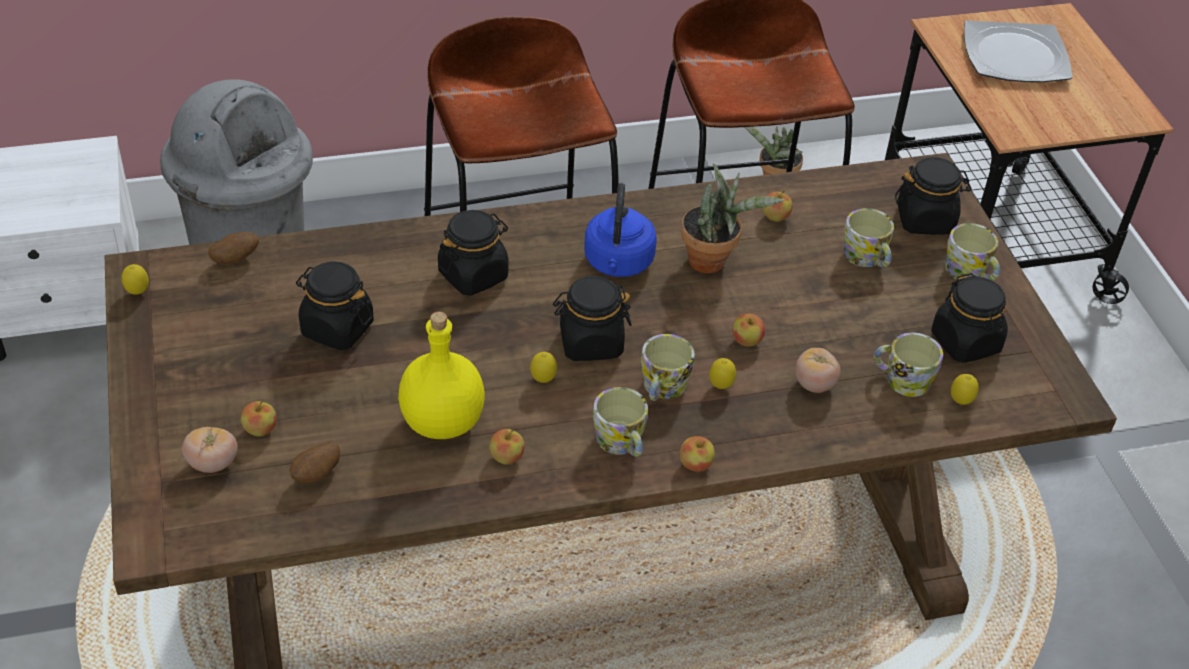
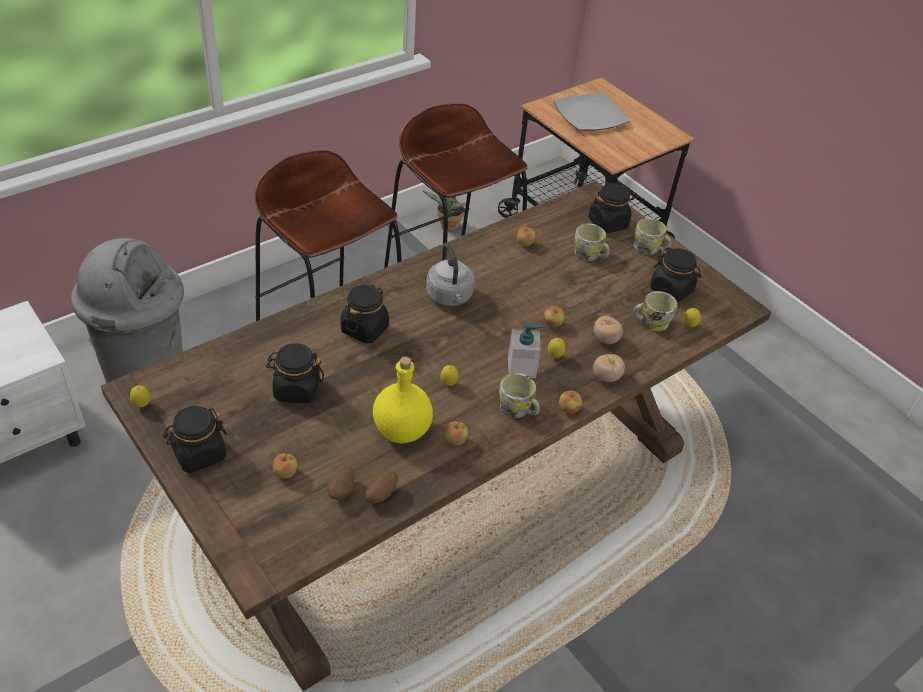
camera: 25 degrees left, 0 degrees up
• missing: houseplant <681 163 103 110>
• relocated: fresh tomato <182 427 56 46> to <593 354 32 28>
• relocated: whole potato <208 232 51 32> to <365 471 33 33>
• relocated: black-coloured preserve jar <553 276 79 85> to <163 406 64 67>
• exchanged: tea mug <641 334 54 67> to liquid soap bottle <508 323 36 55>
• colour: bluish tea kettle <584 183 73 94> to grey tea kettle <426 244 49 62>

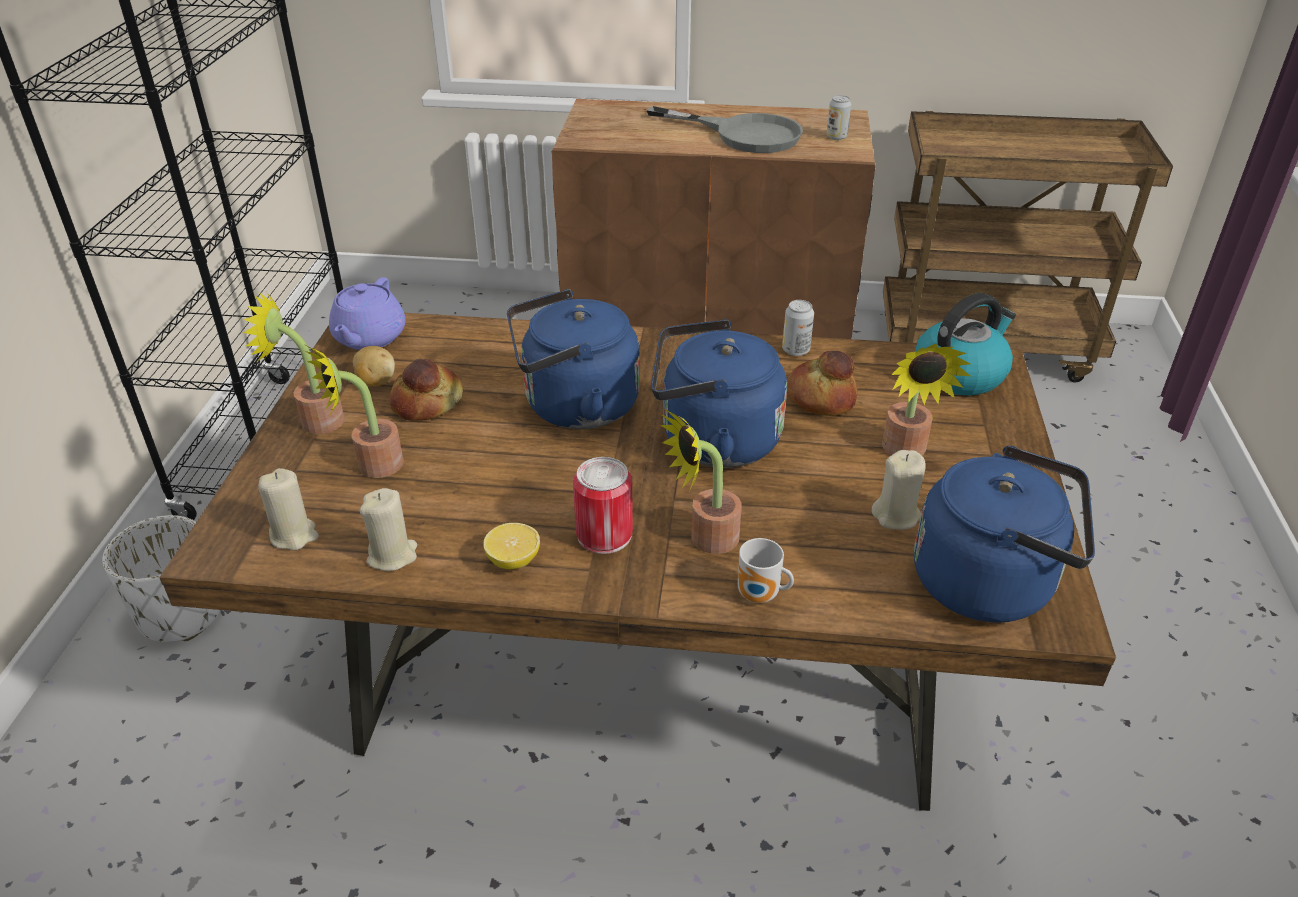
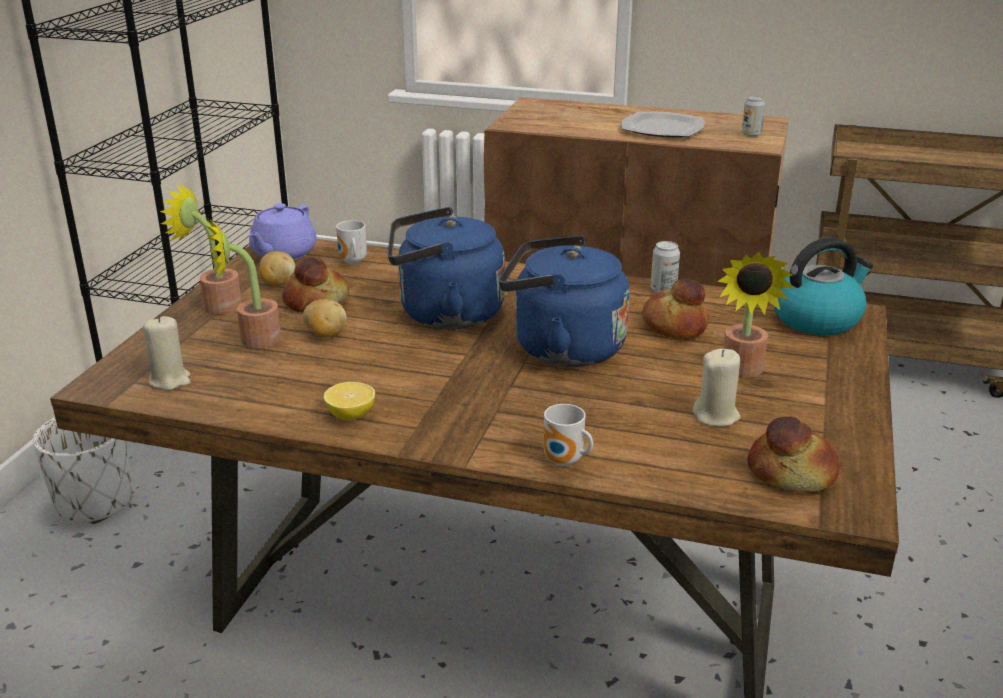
camera: 10 degrees right, 10 degrees down
• missing: sand-coloured wax candle <360 488 57 83>
• missing: sealed can <573 457 60 97>
• missing: houseplant <660 410 82 144>
• appeared: whole potato <303 299 43 38>
• appeared: tea mug <336 220 31 44>
• exchanged: grey pan <646 106 157 47> to flat dish <622 111 83 27>
• exchanged: bluish tea kettle <914 446 181 177> to bread <747 417 93 75>

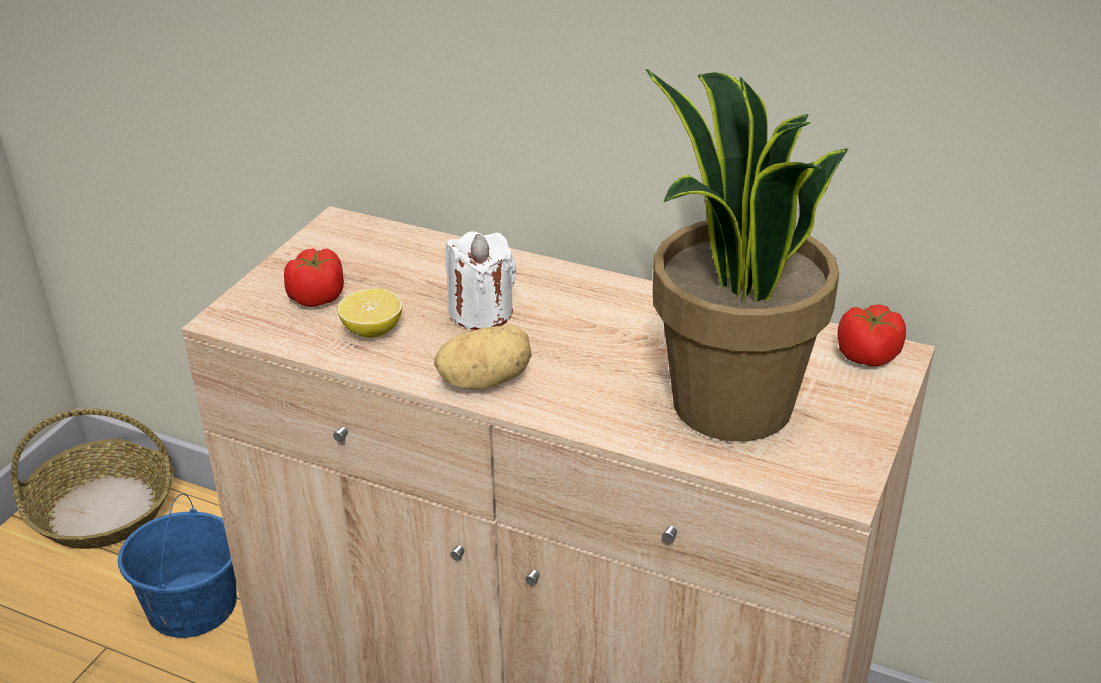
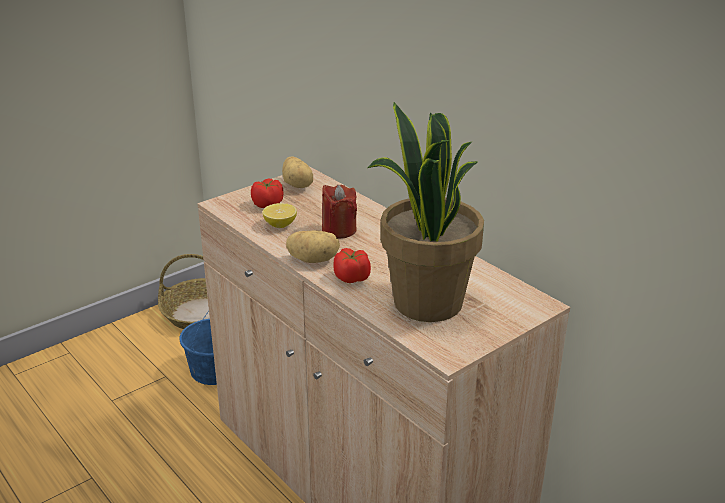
camera: 25 degrees right, 5 degrees down
• appeared: whole potato <282 156 31 32>
• relocated: fresh tomato <837 304 69 62> to <334 248 37 35>
• colour: white-coloured wax candle <445 231 72 99> to red wax candle <322 185 35 53>

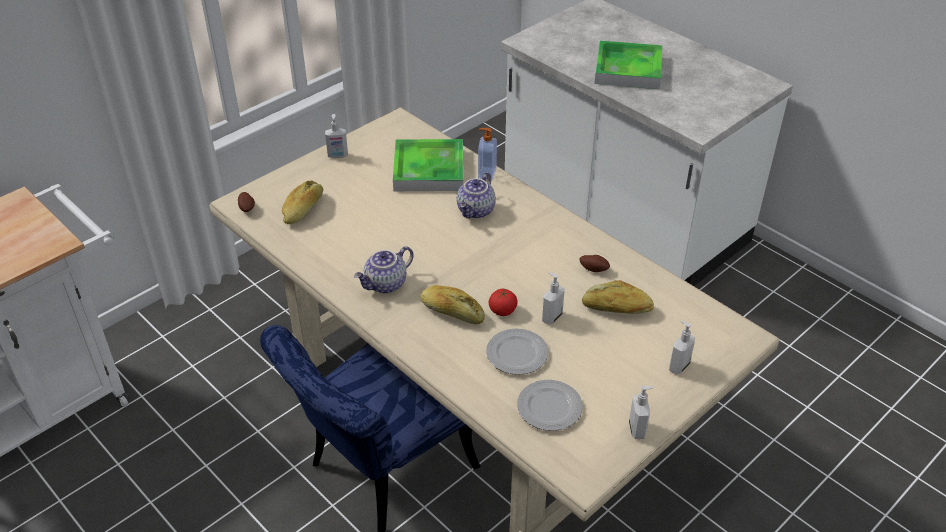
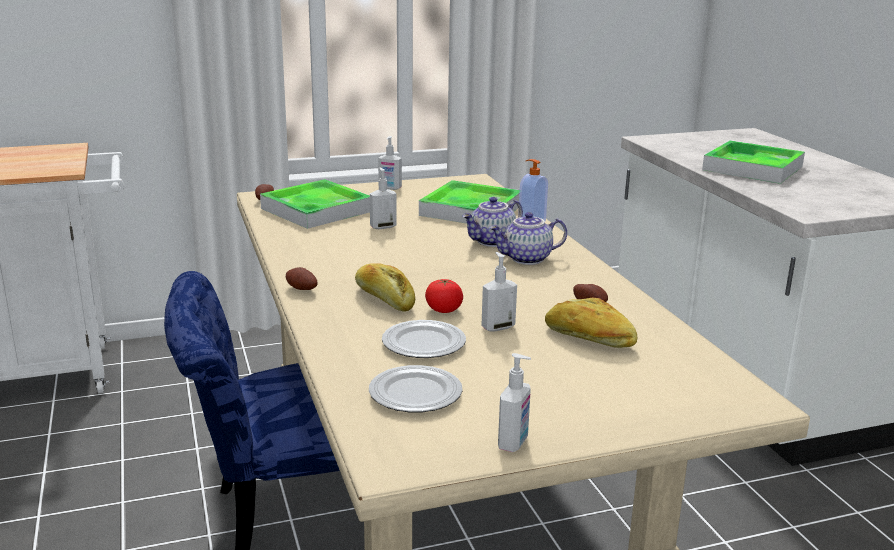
camera: 25 degrees right, 20 degrees down
• appeared: whole potato <286 267 32 23>
• relocated: teapot <354 246 60 47> to <489 212 78 53>
• relocated: liquid soap bottle <669 320 26 55> to <370 168 27 61>
• exchanged: bread <282 181 41 43> to carrying tray <260 179 110 50>

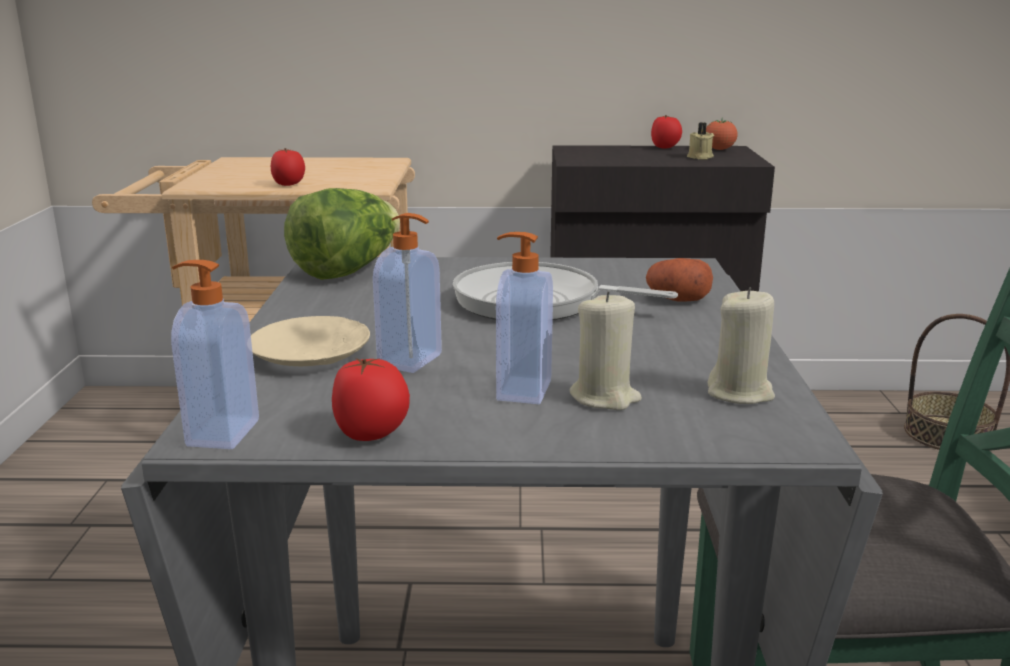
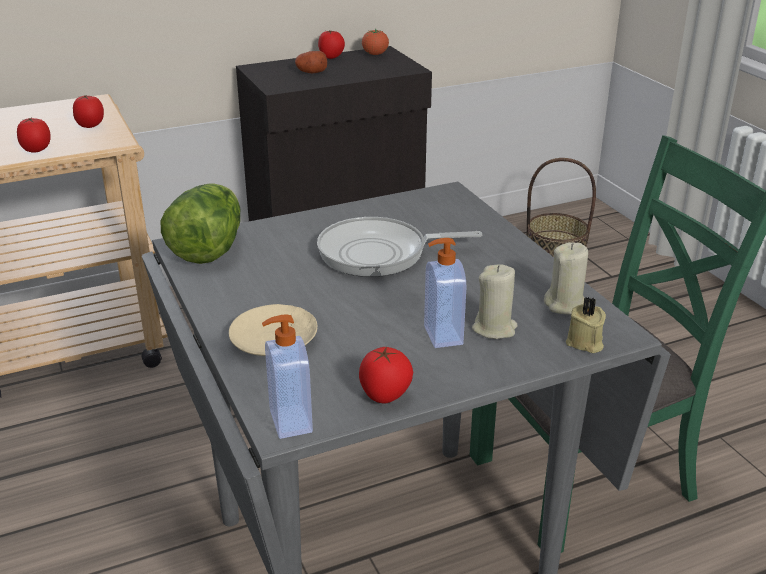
camera: 25 degrees left, 10 degrees up
• missing: liquid soap bottle <373 213 69 160>
• appeared: fresh tomato <73 95 31 33>
• relocated: whole potato <646 258 67 44> to <295 51 32 22>
• relocated: sand-coloured wax candle <687 122 27 38> to <566 297 40 56>

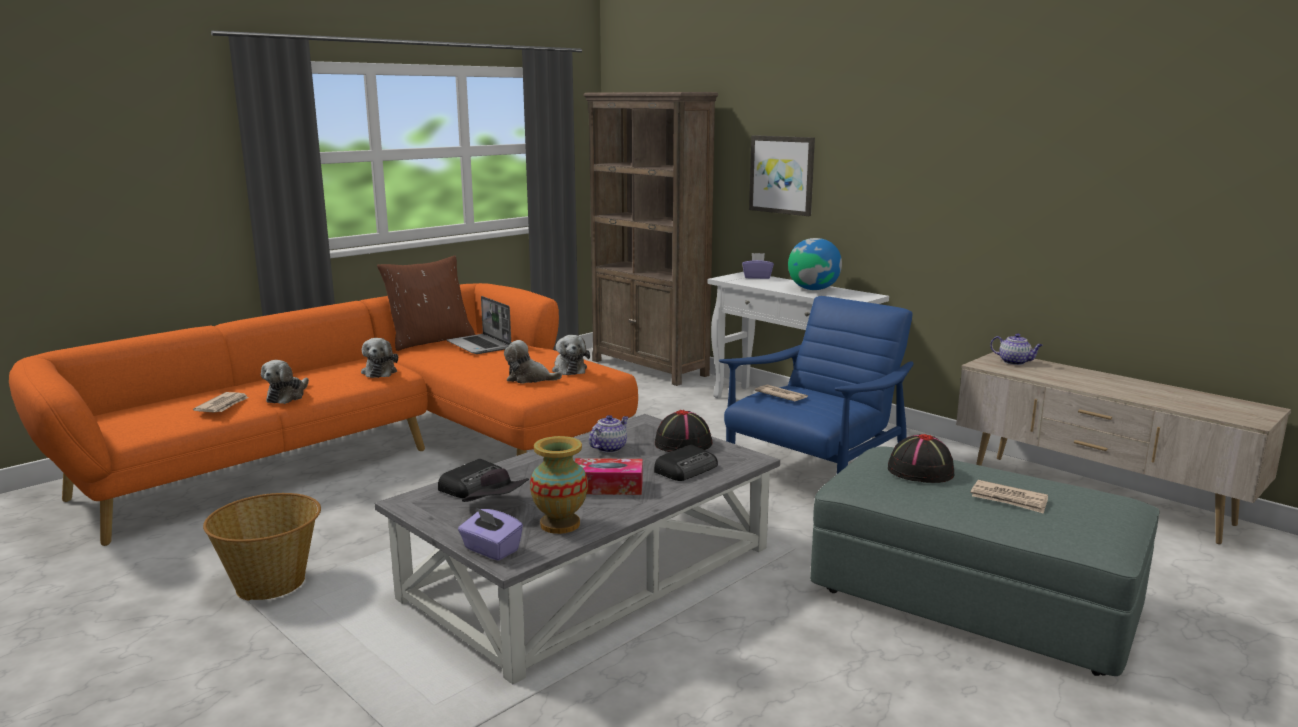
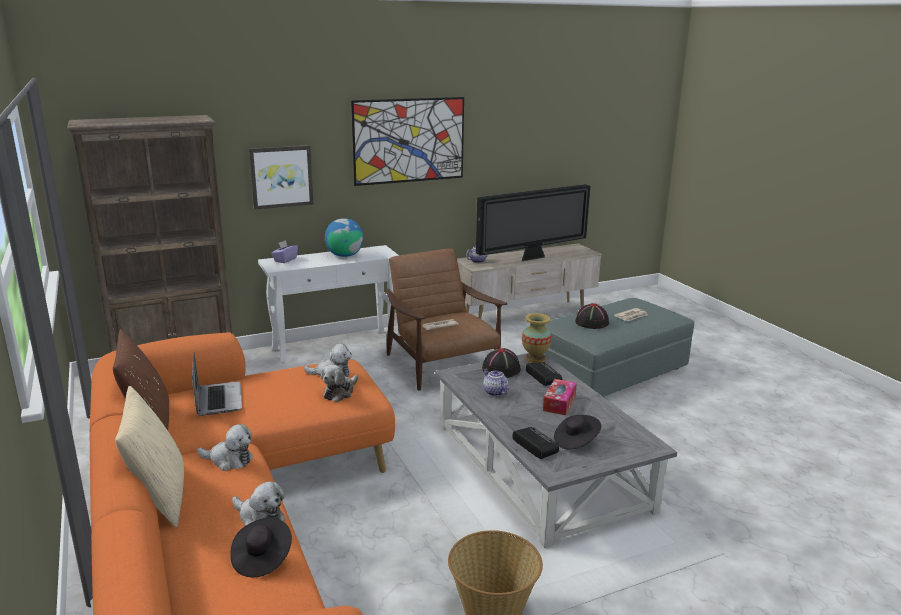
camera: 70 degrees left, 5 degrees up
• missing: purple-coloured tissue box <458 507 65 54>
• appeared: sand-coloured pillow <115 386 69 141>
• appeared: wall art <351 97 113 89>
• appeared: TV set <476 184 114 77>
• relocated: flower vase <530 436 58 98> to <522 313 30 50>
• exchanged: printed paper <193 392 56 21> to black-coloured wearable hat <230 517 62 60>
• colour: bluish lounge chair <719 296 195 178> to brown-coloured lounge chair <386 249 121 142>
• spun: notebook computer <447 296 64 58> = <192 351 50 65> 90 degrees counterclockwise

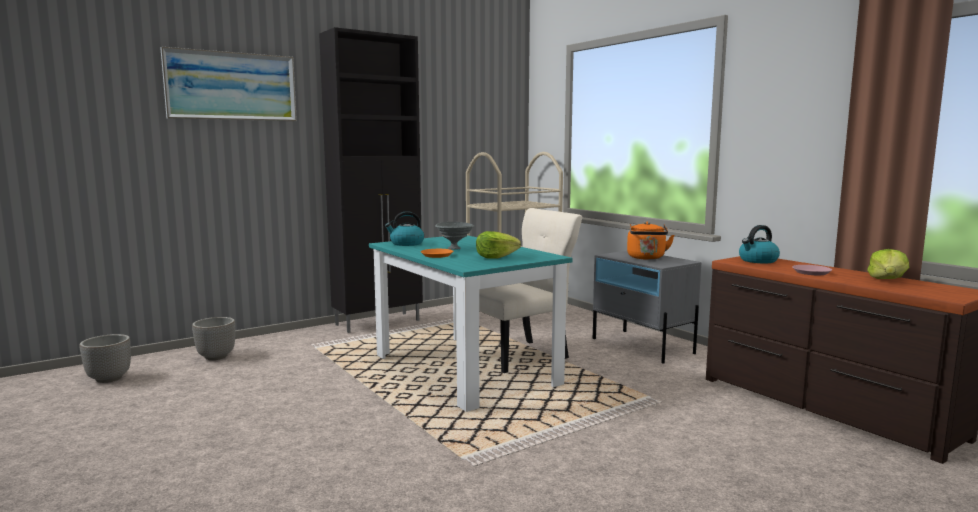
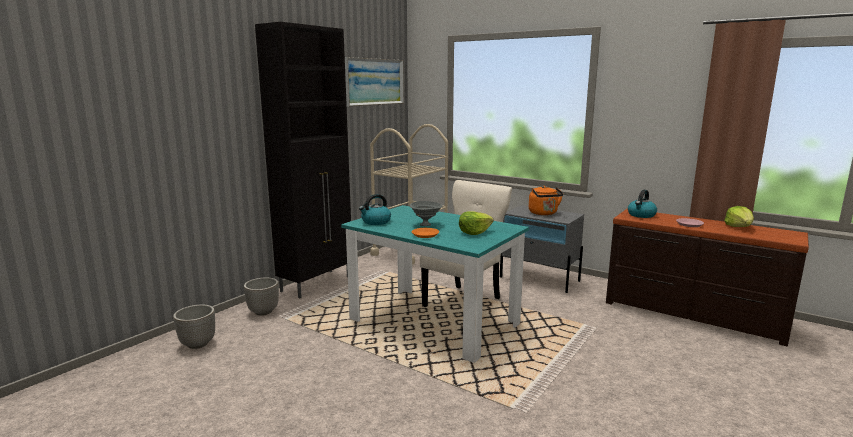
camera: 20 degrees left, 5 degrees up
• relocated: flower pot <80 334 51 49> to <244 278 35 37>
• relocated: wall art <160 46 137 75> to <345 57 59 50>

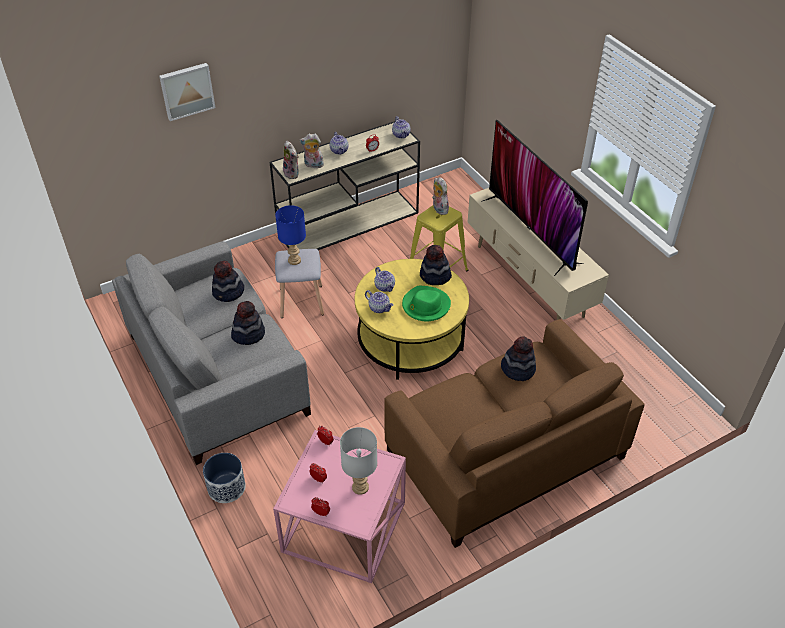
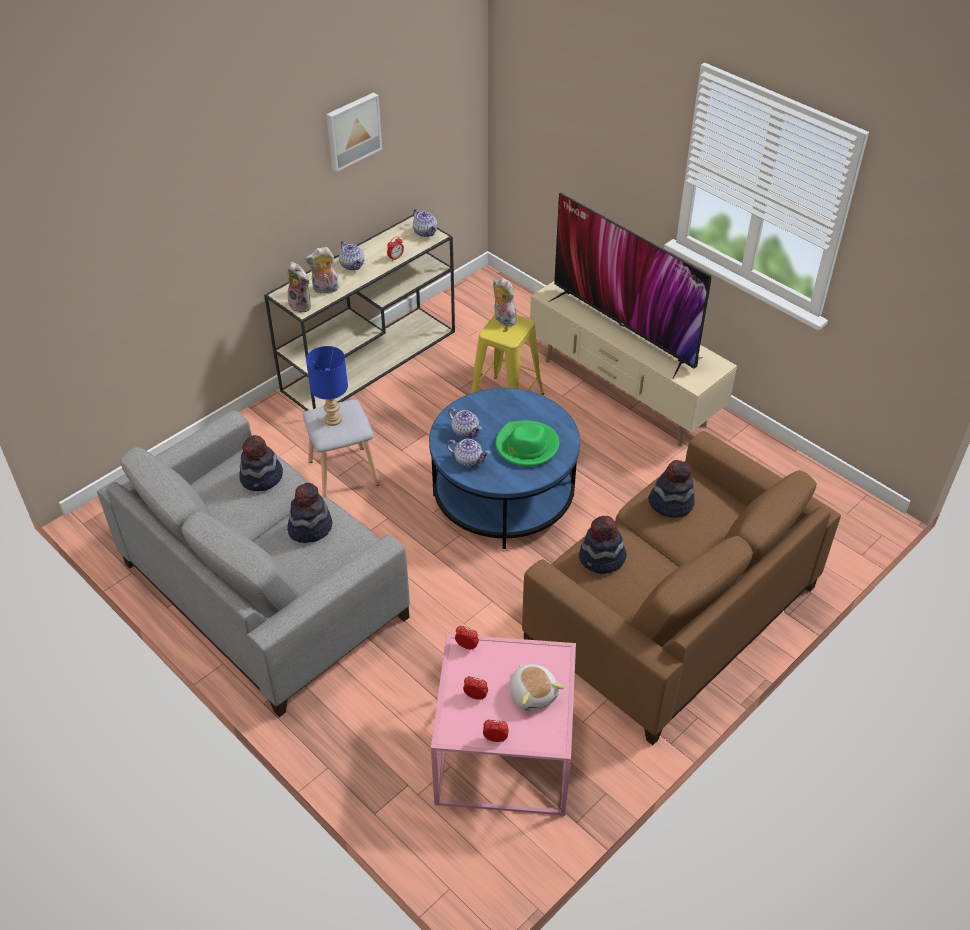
camera: 15 degrees left, 0 degrees up
• missing: flower pot <203 453 43 50>
• relocated: wall art <159 63 56 58> to <326 92 56 80>
• relocated: wearable hat <420 245 32 40> to <579 516 48 58>
• exchanged: grey tabletop lamp <340 427 37 68> to soft toy <509 664 55 47>
• colour: yellow low table <355 259 114 121> to bluish low table <429 388 151 161>

